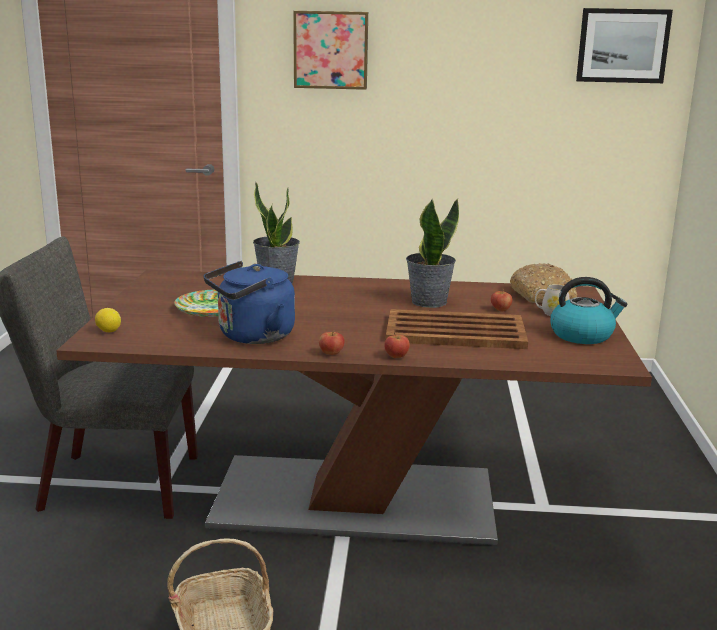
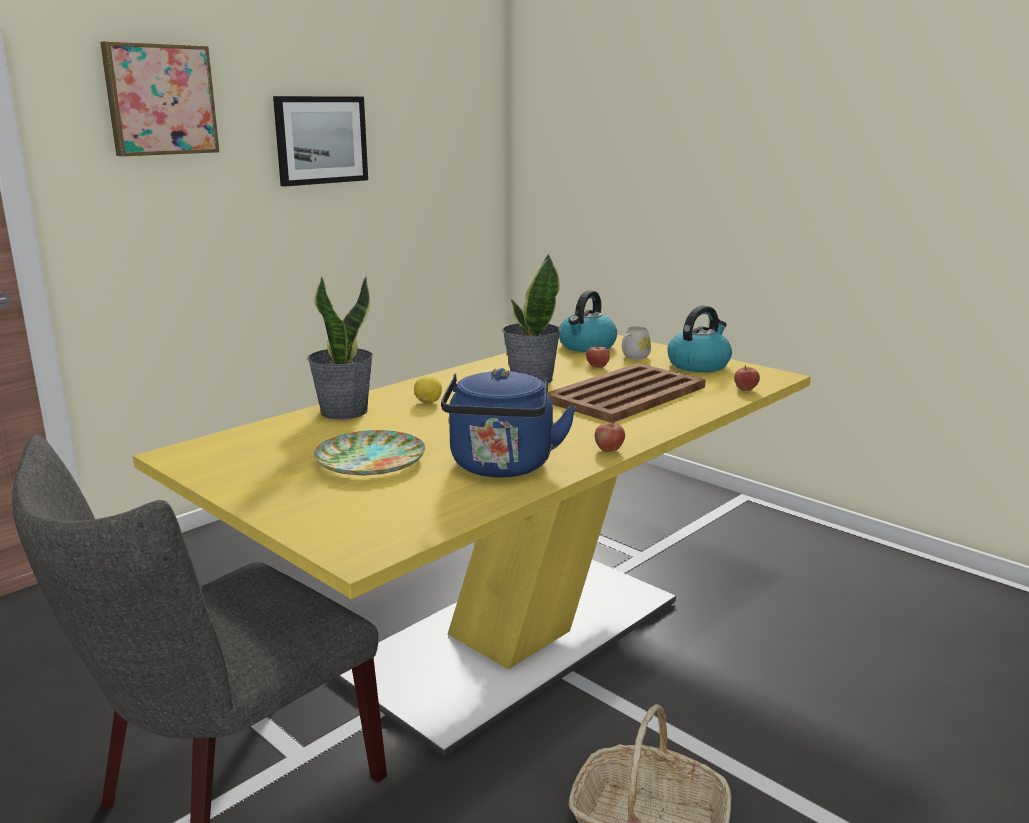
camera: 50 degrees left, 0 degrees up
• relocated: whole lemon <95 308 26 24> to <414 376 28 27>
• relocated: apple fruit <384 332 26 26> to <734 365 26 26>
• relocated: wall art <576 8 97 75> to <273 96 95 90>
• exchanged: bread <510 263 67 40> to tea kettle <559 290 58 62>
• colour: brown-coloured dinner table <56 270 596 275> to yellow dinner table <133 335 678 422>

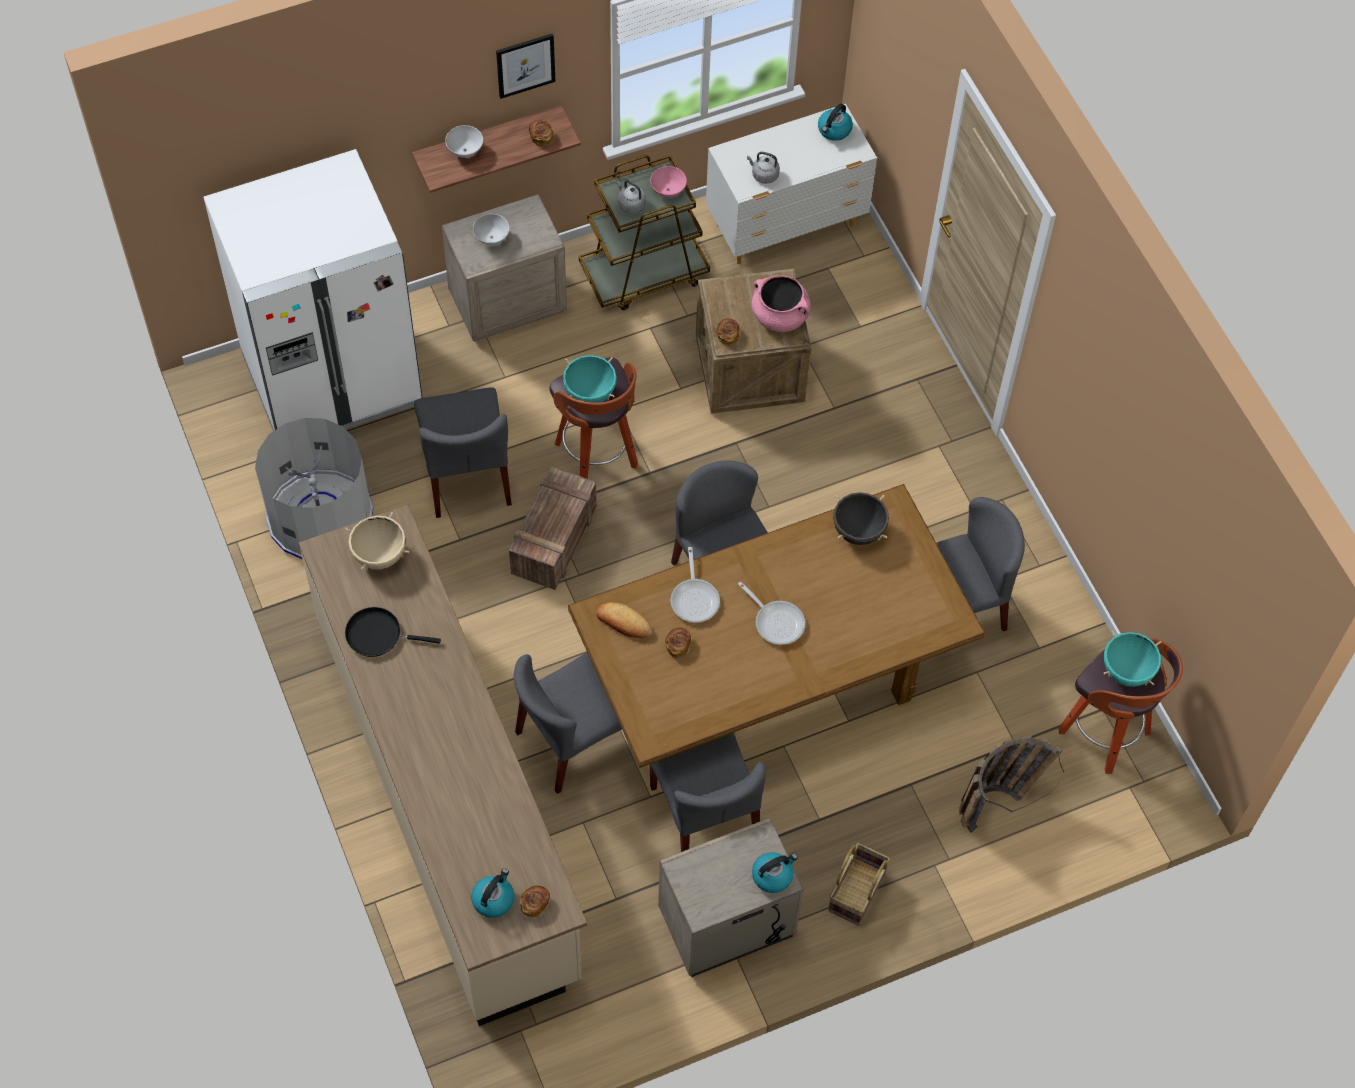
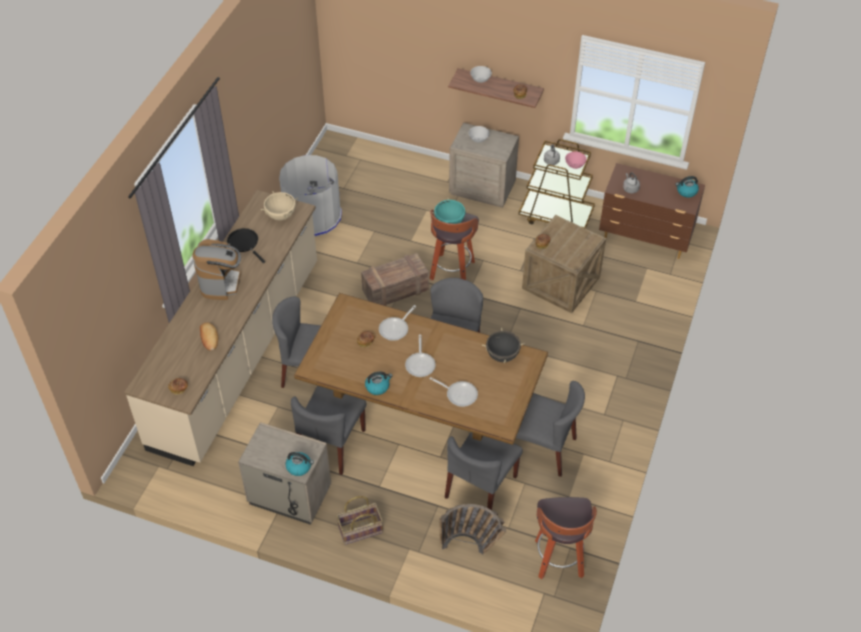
camera: 45 degrees right, 10 degrees down
• missing: white-coloured kitchen fridge <204 149 219 282>
• missing: wall art <496 34 59 65>
• missing: pink-coloured stockpot <751 275 60 57>
• missing: blue-green stockpot <1104 630 58 57>
• appeared: coffee machine <193 239 48 61>
• appeared: pan <430 377 48 30>
• relocated: grey plain chair <414 387 98 131> to <445 432 78 78>
• relocated: tea kettle <471 868 43 50> to <365 372 28 23>
• relocated: bread <597 602 55 36> to <200 322 18 29>
• colour: white-coloured chest of drawers <706 104 171 160> to brown-coloured chest of drawers <599 163 106 96>

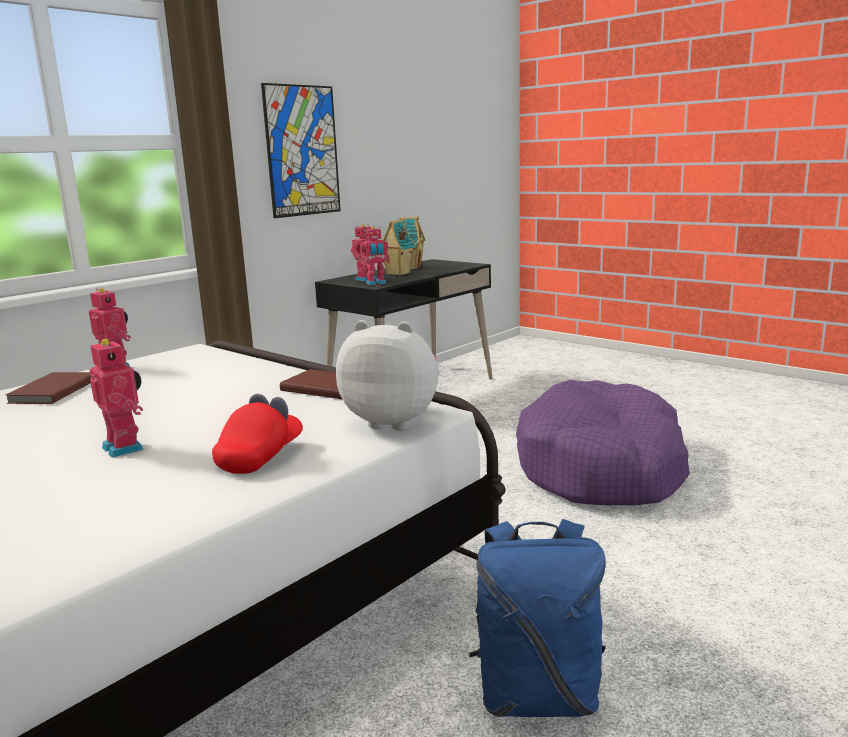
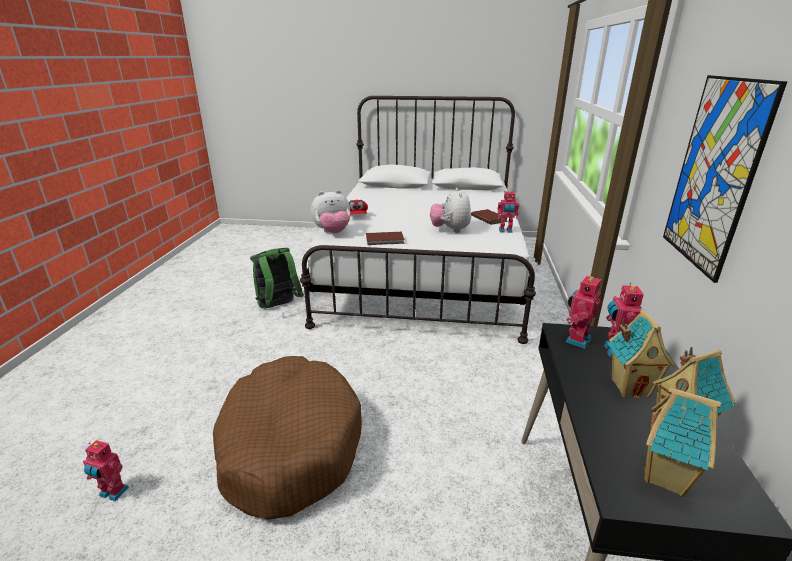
camera: 145 degrees right, 10 degrees up
• appeared: soft toy <430 188 41 45>
• appeared: toy house <644 387 77 110>
• relocated: toy robot <90 338 54 120> to <83 440 46 61>
• colour: bluish knapsack <470 519 136 198> to greenish knapsack <250 248 54 60>
• colour: purple-coloured dog cushion <516 380 174 126> to brown-coloured dog cushion <213 356 149 163>

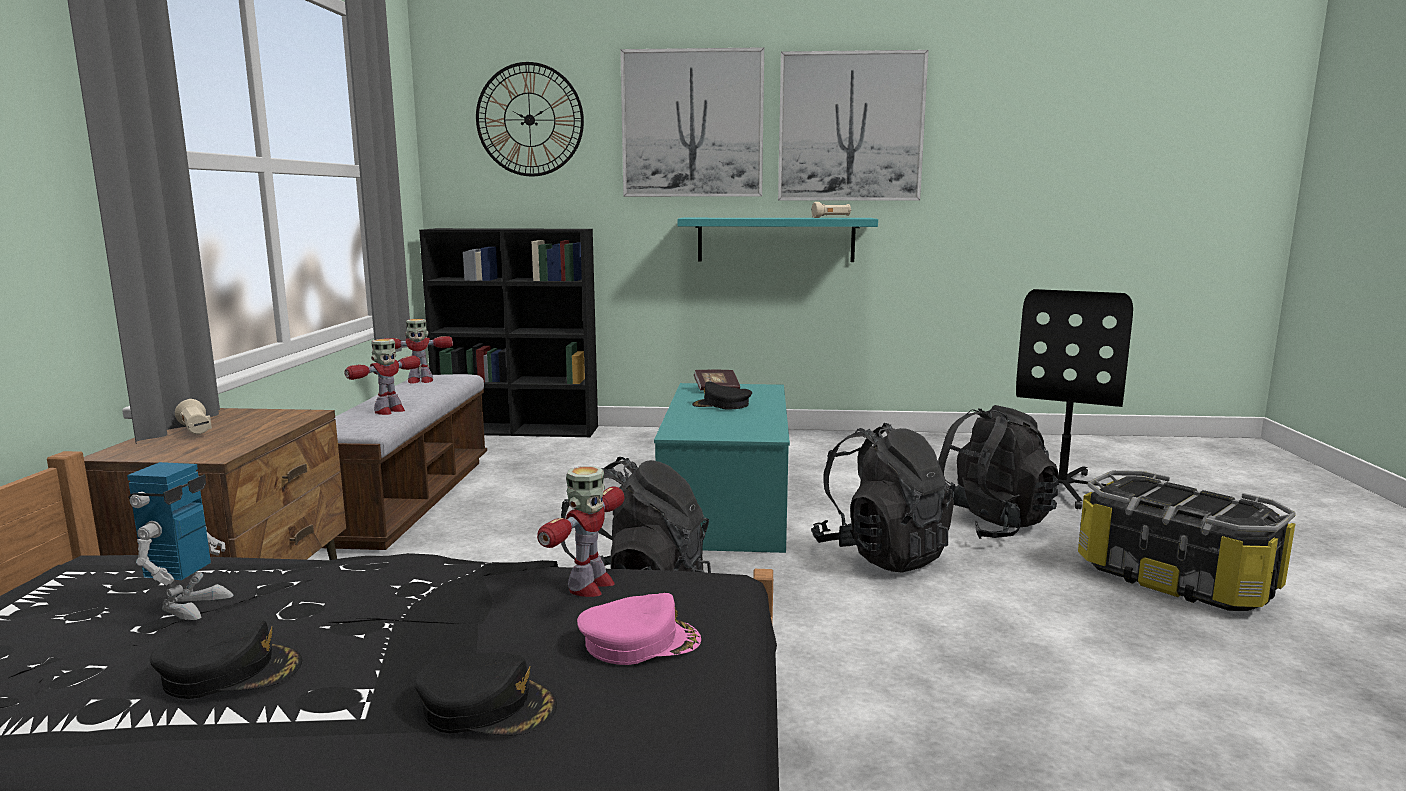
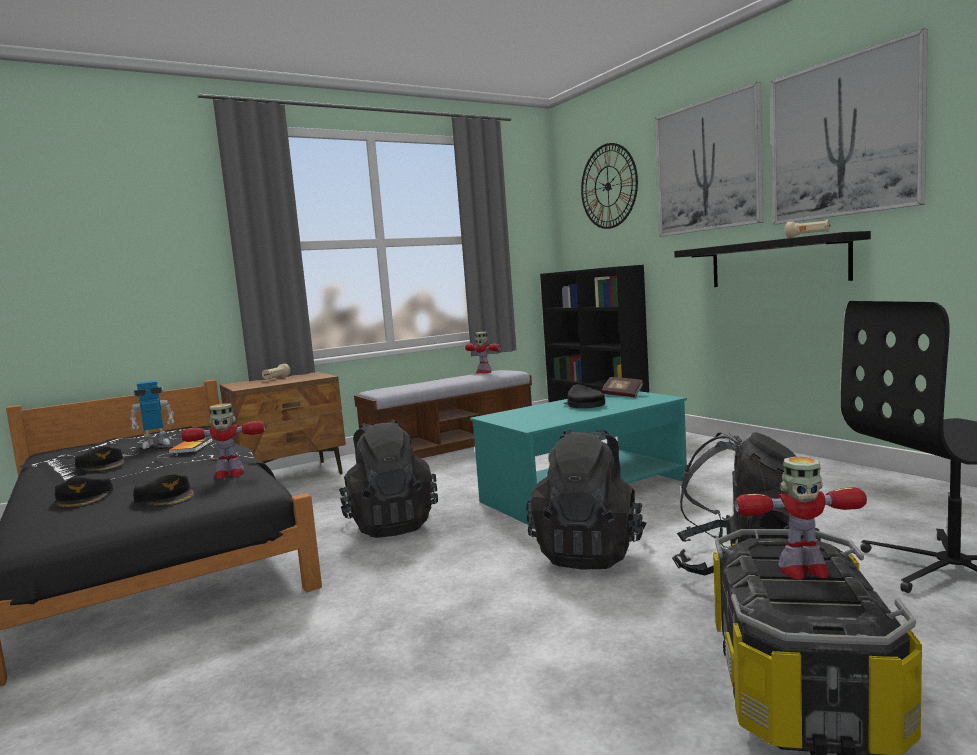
camera: 55 degrees right, 5 degrees down
• appeared: volume <168 437 45 17>
• relocated: toy robot <345 339 76 76> to <734 457 133 122>
• colour: pink-coloured cap <577 593 124 72> to black-coloured cap <133 473 62 34>
• colour: blue-green wall shelf <678 218 200 44> to black-coloured wall shelf <674 231 197 56>

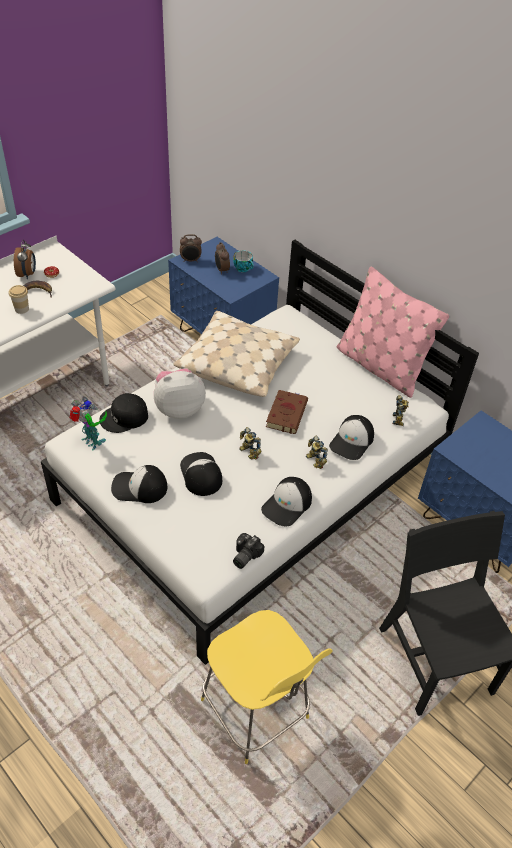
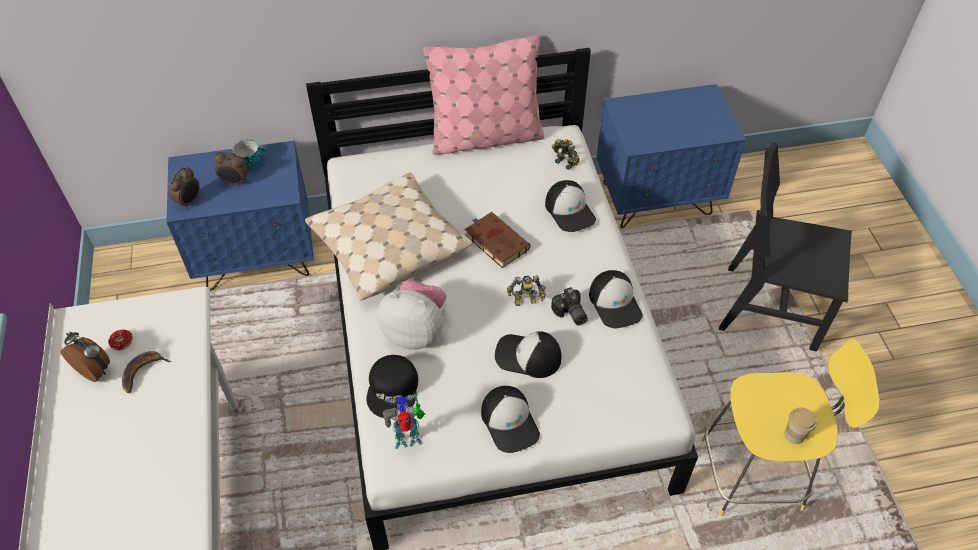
camera: 55 degrees left, 5 degrees up
• missing: toy robot <306 436 22 33>
• relocated: small cup <9 285 20 29> to <785 407 32 37>
• relocated: still camera <233 533 32 36> to <551 287 37 38>
• spun: cap <111 465 56 38> = <481 386 59 67> 60 degrees counterclockwise
• spun: soft toy <154 368 52 51> = <377 280 70 70> 90 degrees clockwise

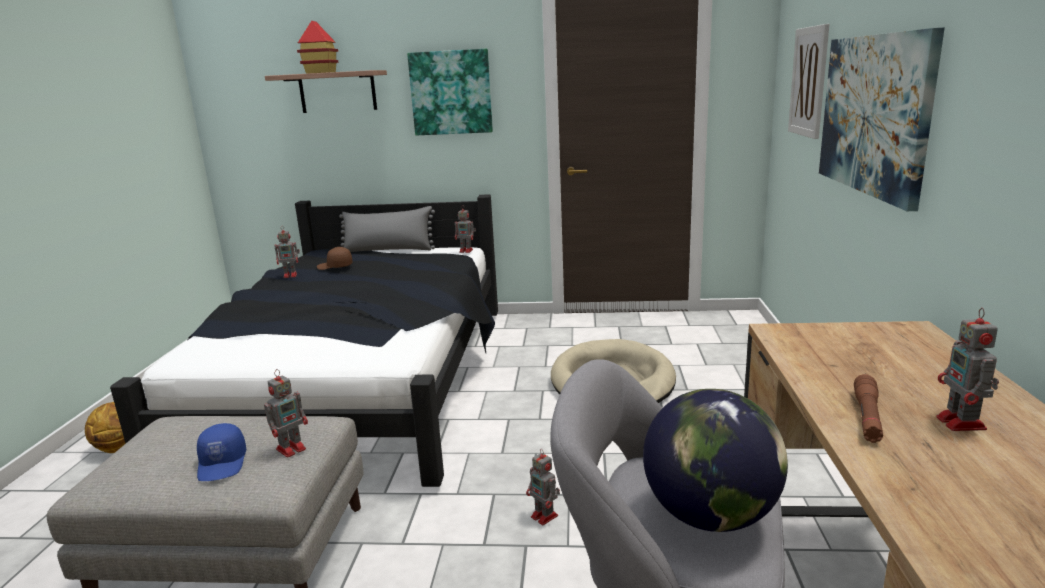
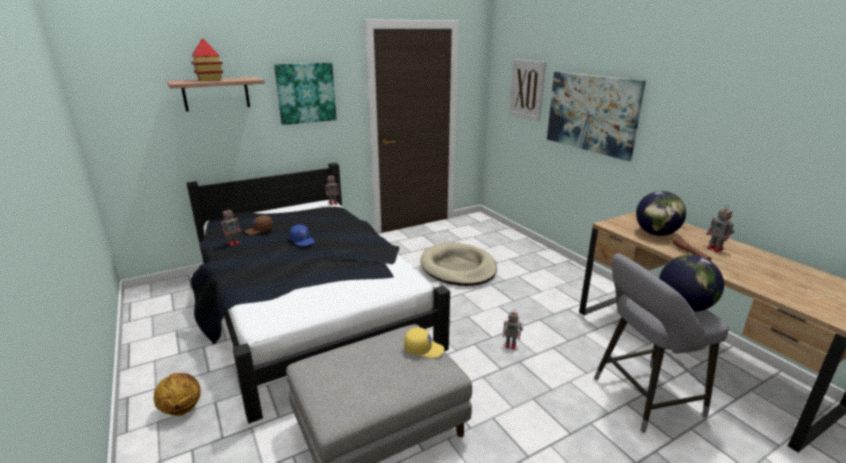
camera: 35 degrees left, 5 degrees up
• missing: grey pillow <339 206 96 46>
• appeared: world globe <636 191 50 45>
• relocated: bluish cap <197 423 49 58> to <289 224 26 22>
• exchanged: toy robot <264 369 44 89> to yellow cap <404 328 41 30>

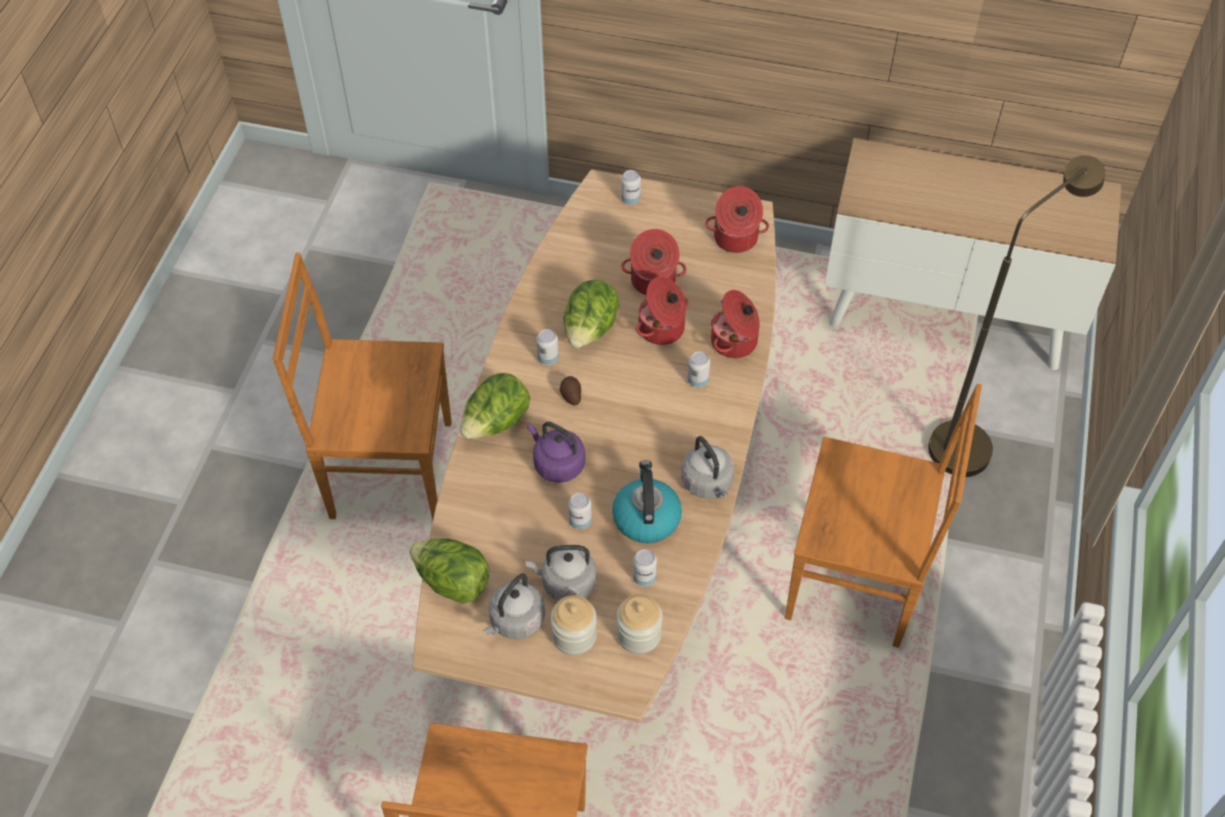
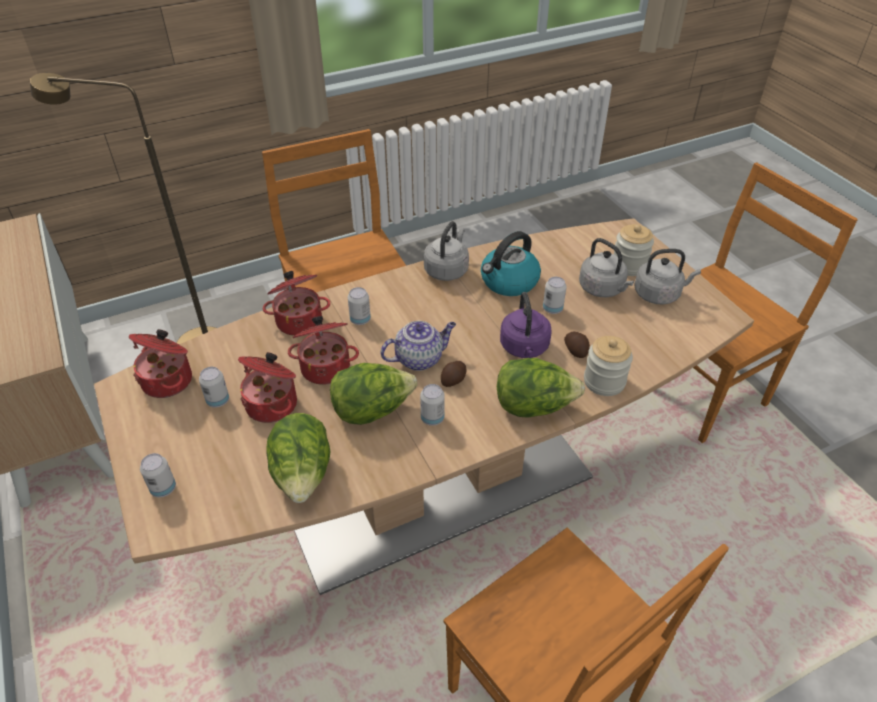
camera: 130 degrees left, 10 degrees down
• appeared: teapot <380 321 76 50>
• appeared: whole potato <564 332 26 26>
• relocated: lettuce <409 538 81 66> to <267 413 64 90>
• relocated: preserve jar <617 594 46 60> to <584 336 49 60>
• relocated: sealed can <633 549 24 37> to <199 367 30 41>

